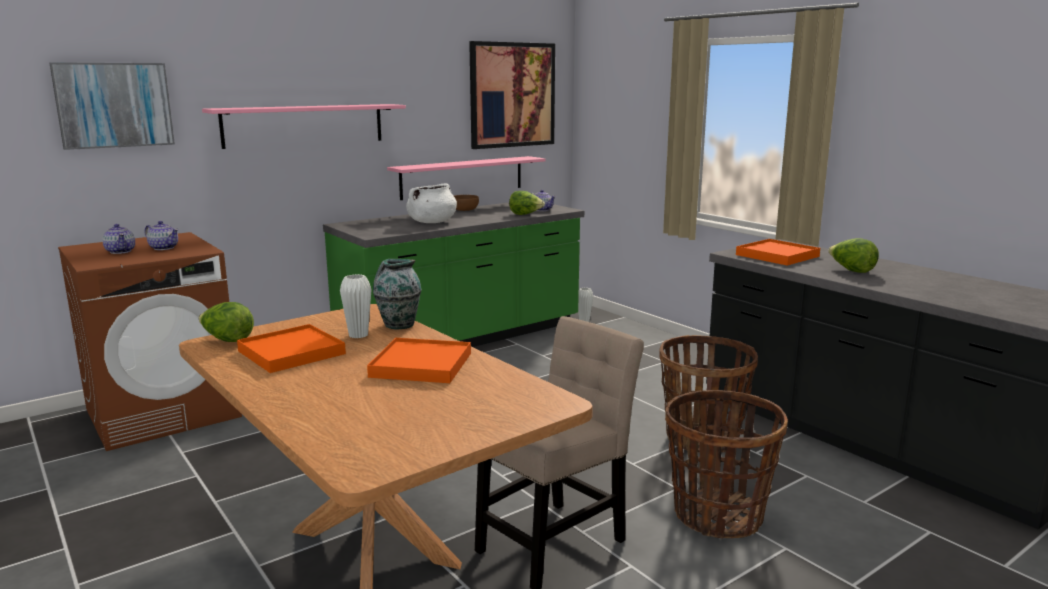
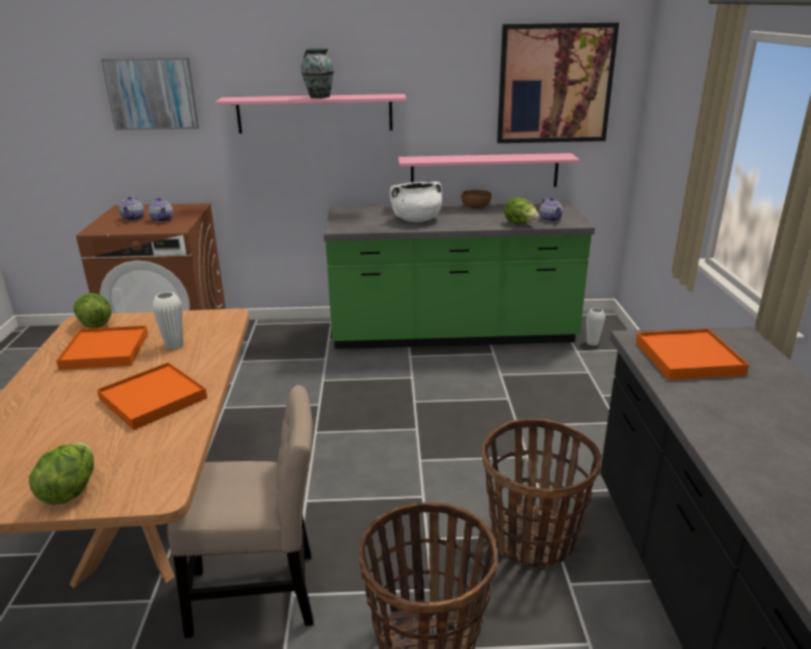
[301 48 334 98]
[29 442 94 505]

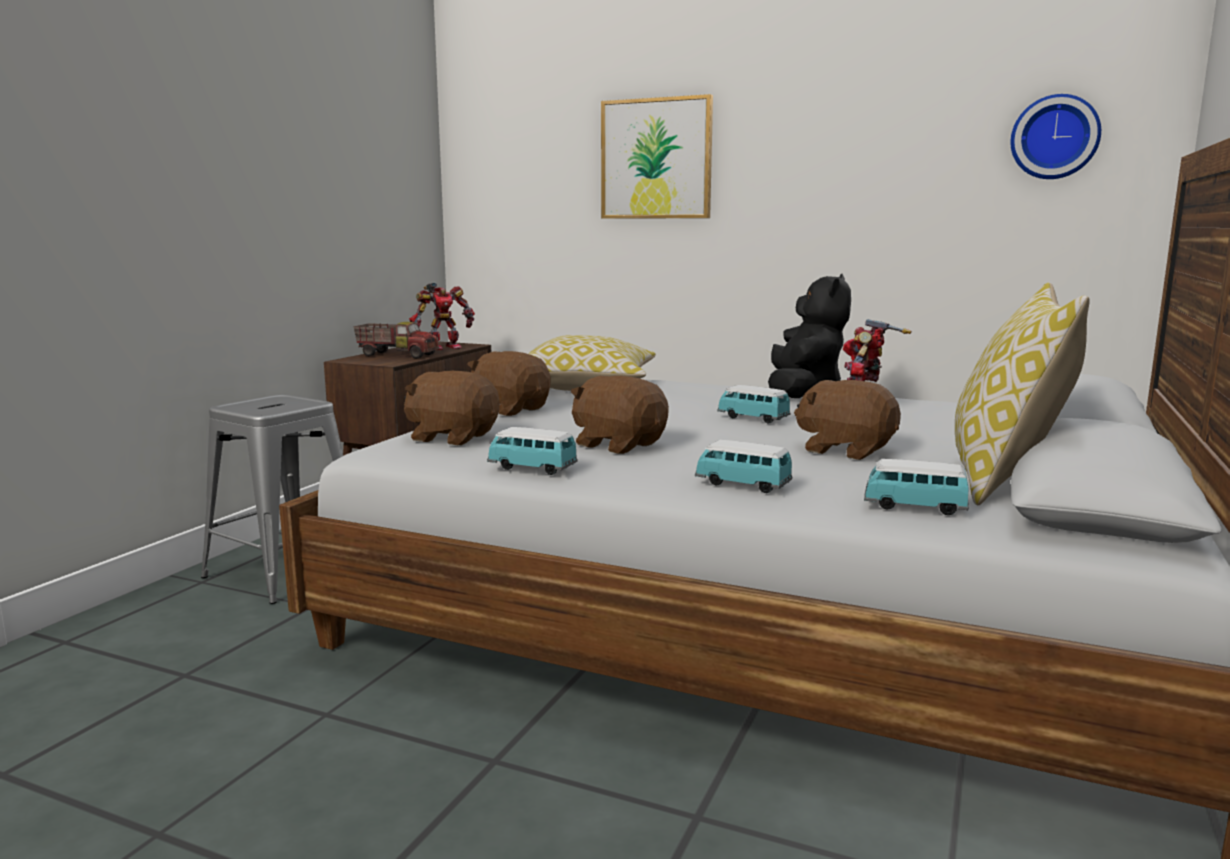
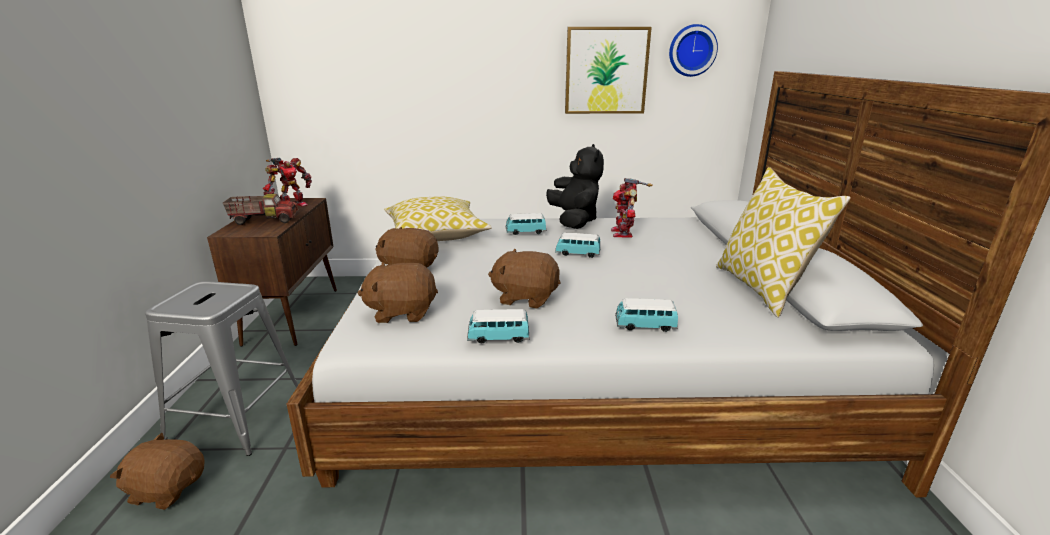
[565 27 652 114]
[110 432 205 510]
[506 213 546 235]

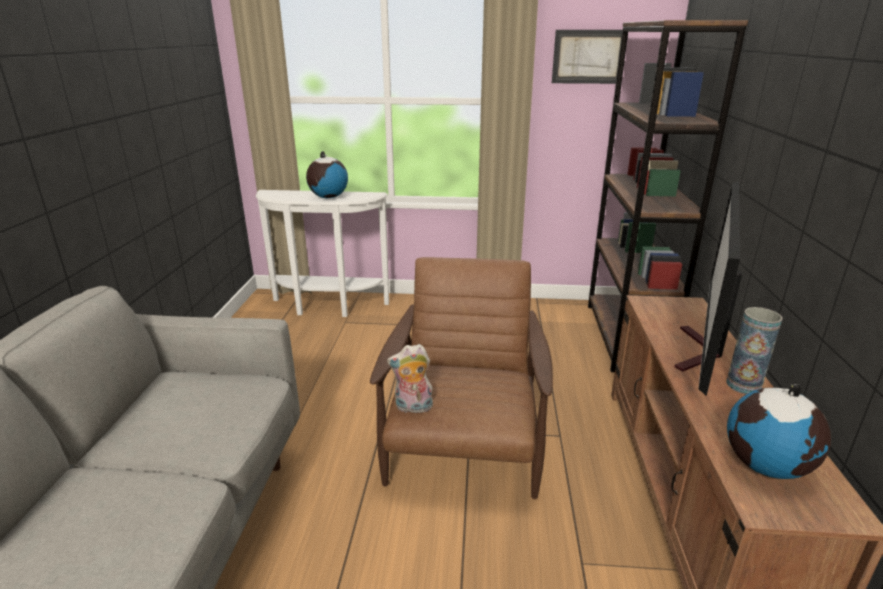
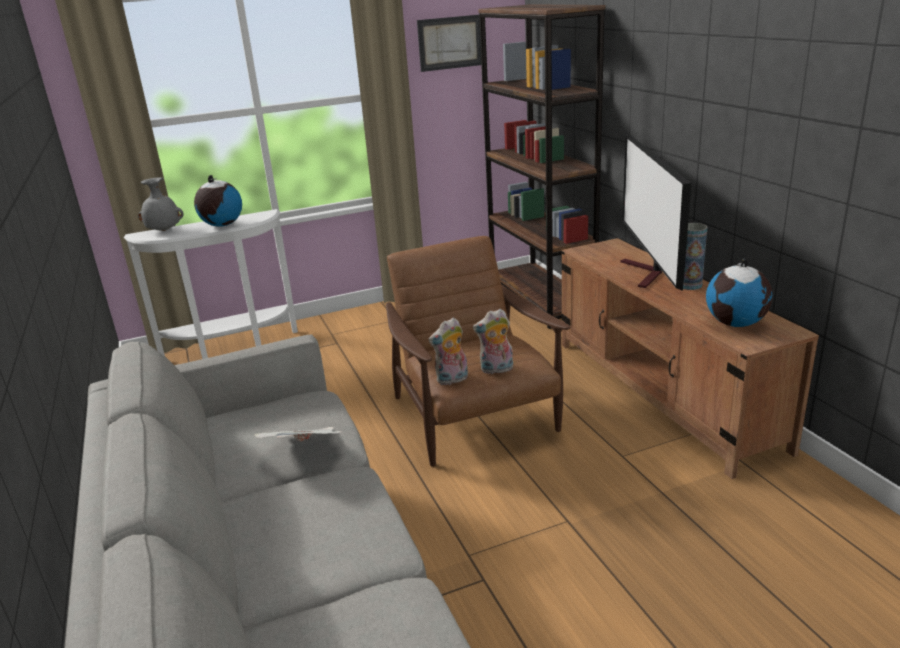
[138 178 184 231]
[254 427 341 441]
[473 309 513 374]

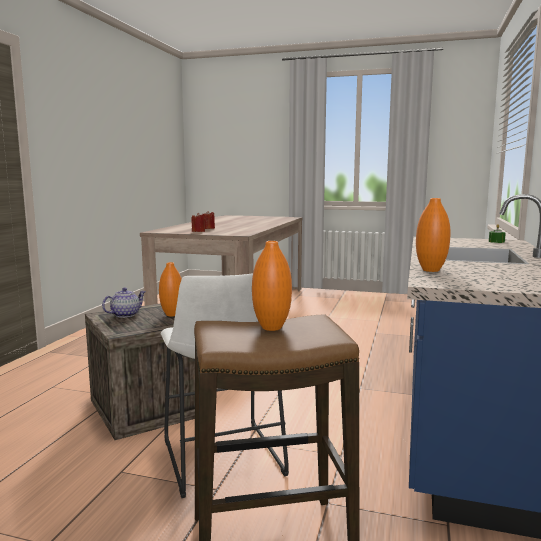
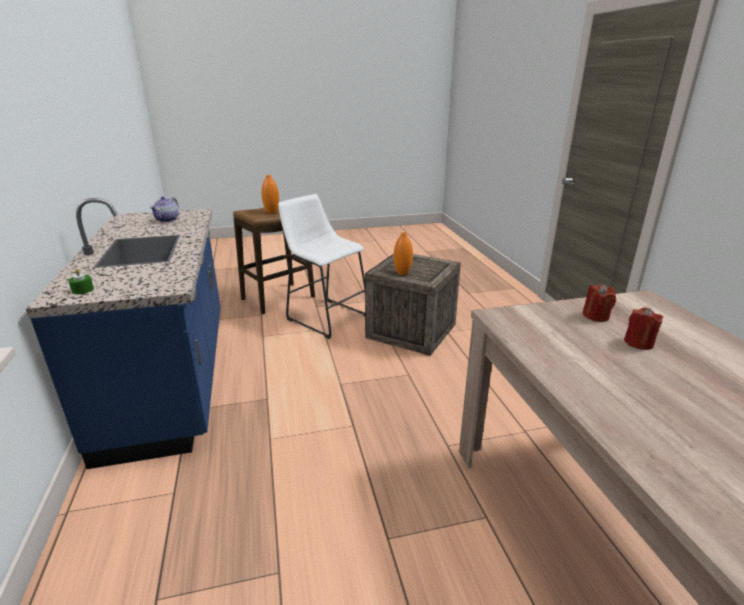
[416 198 450 272] (first image)
[150 196 179 222]

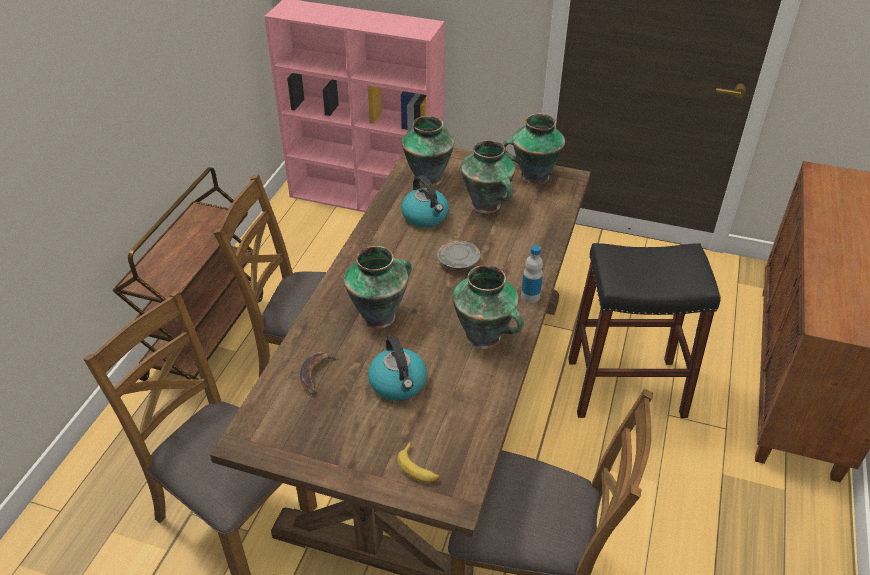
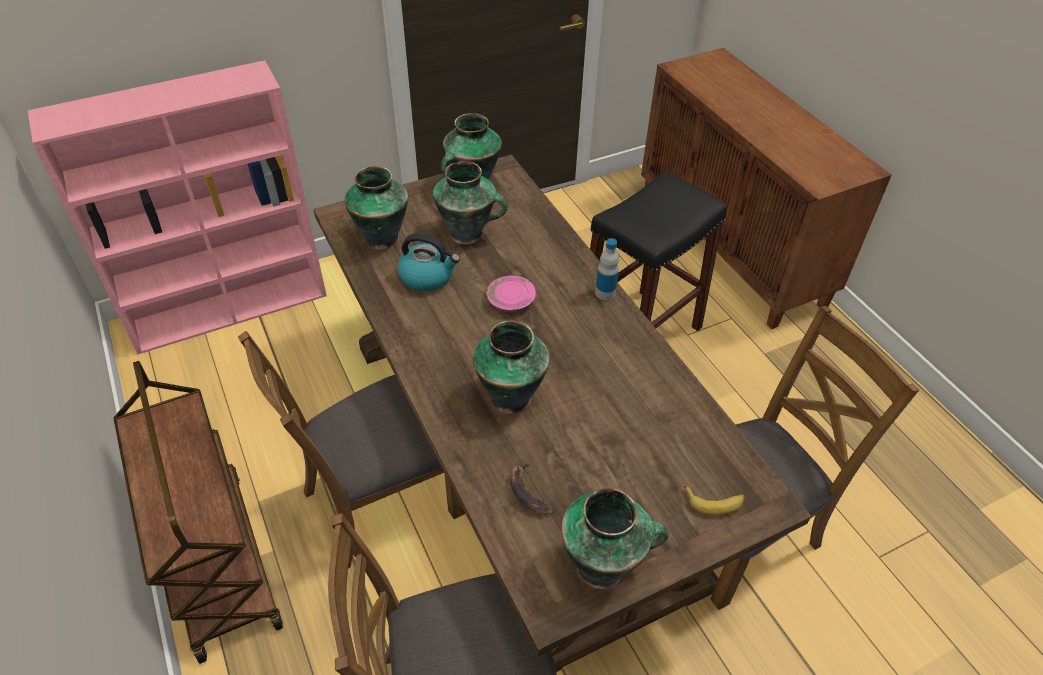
[368 336 427 401] (first image)
[561 488 669 589]
[486 276 536 312]

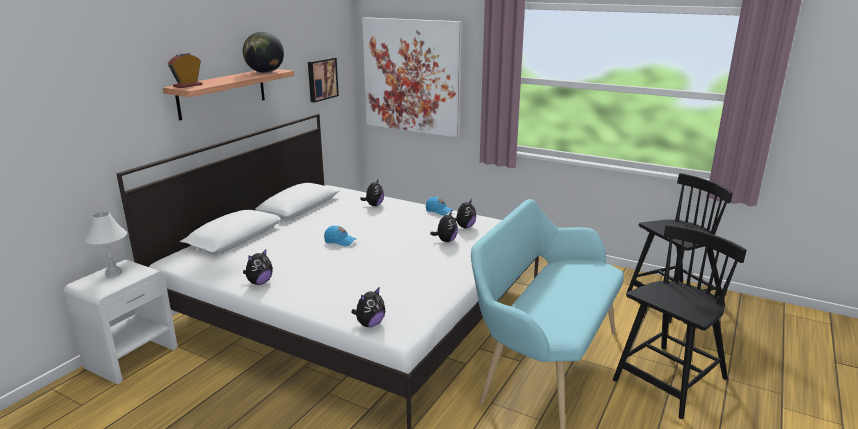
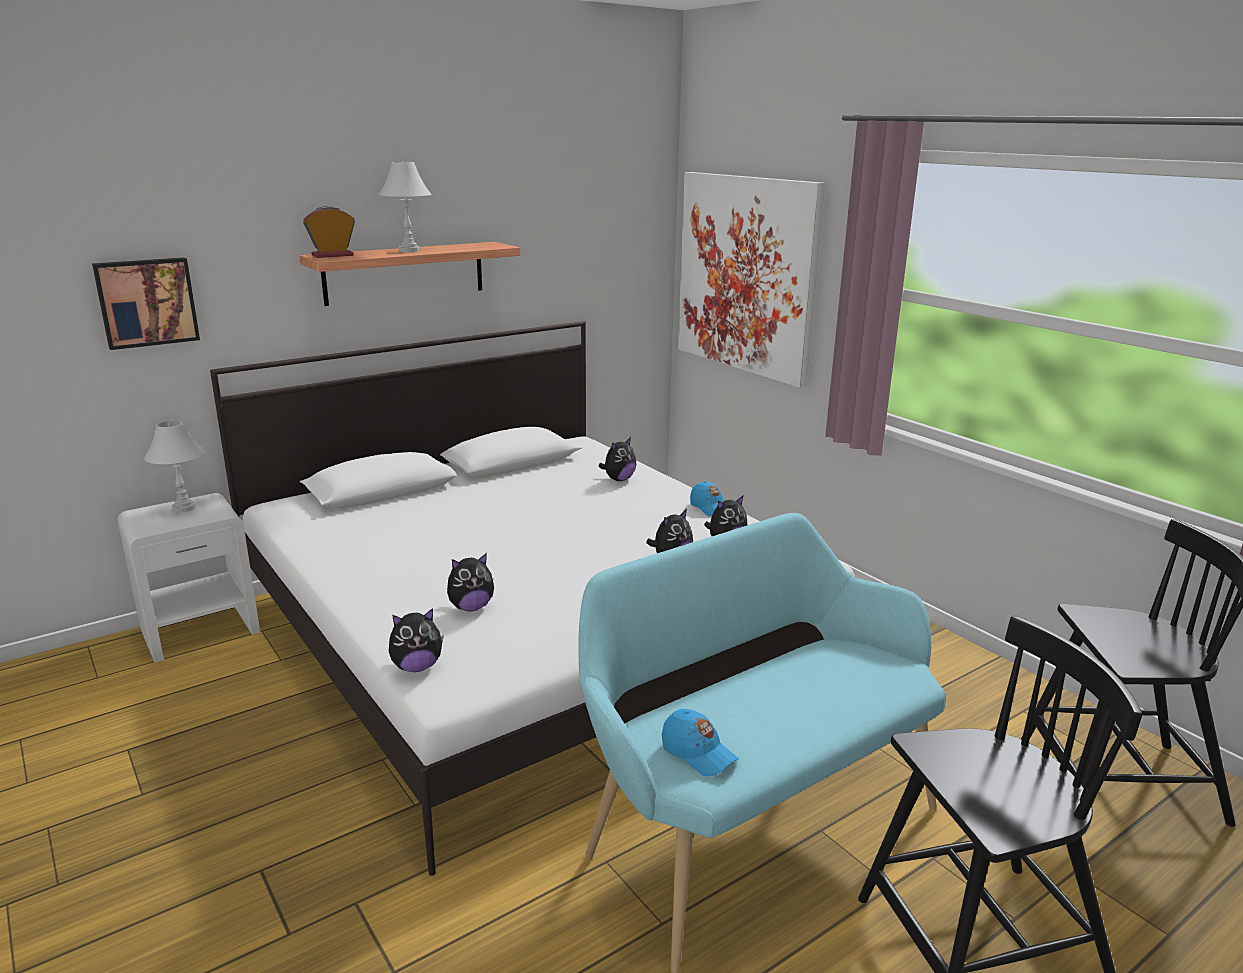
[243 32 284 73] (first image)
[379 161 432 252]
[447 553 494 611]
[92 257 200 350]
[662 709 739 776]

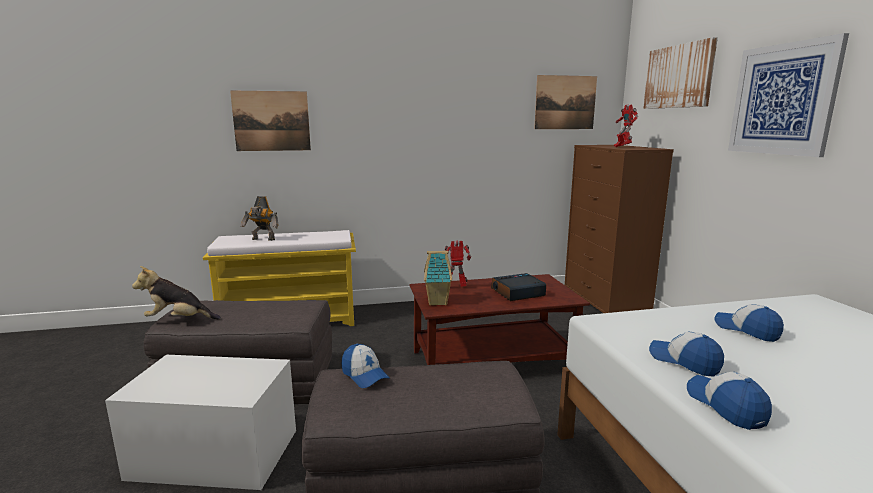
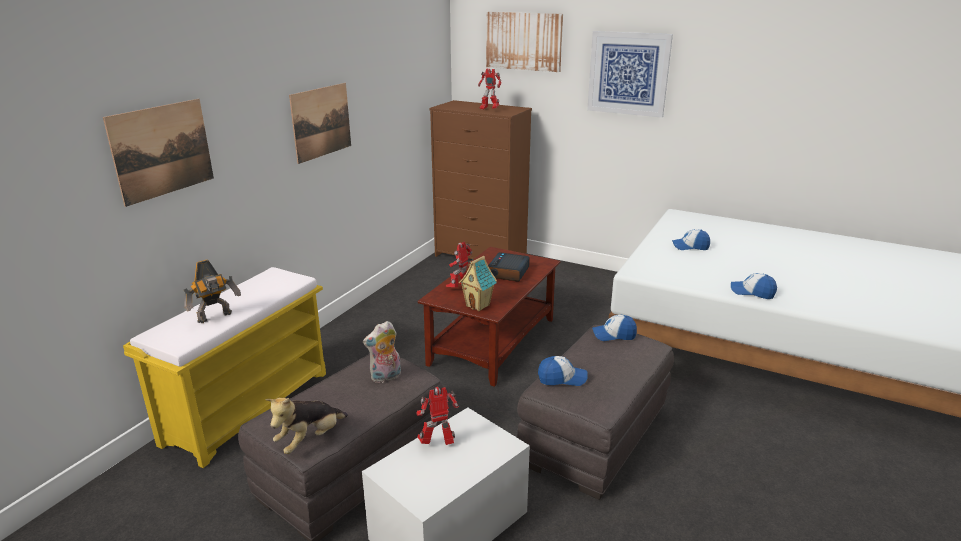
[363 321 401 383]
[416 387 459 445]
[289 83 351 164]
[592 315 637 341]

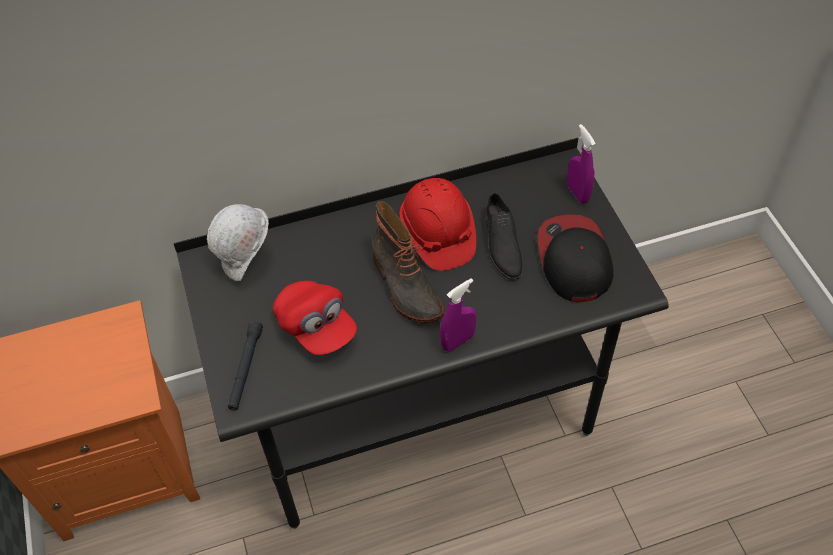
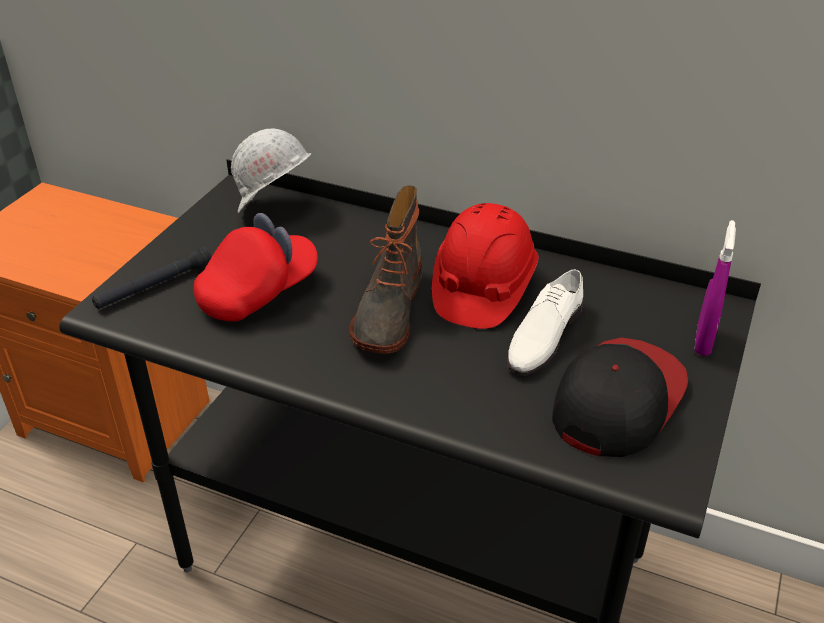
[440 278 476 352] (first image)
[507 269 583 375]
[194 213 318 322]

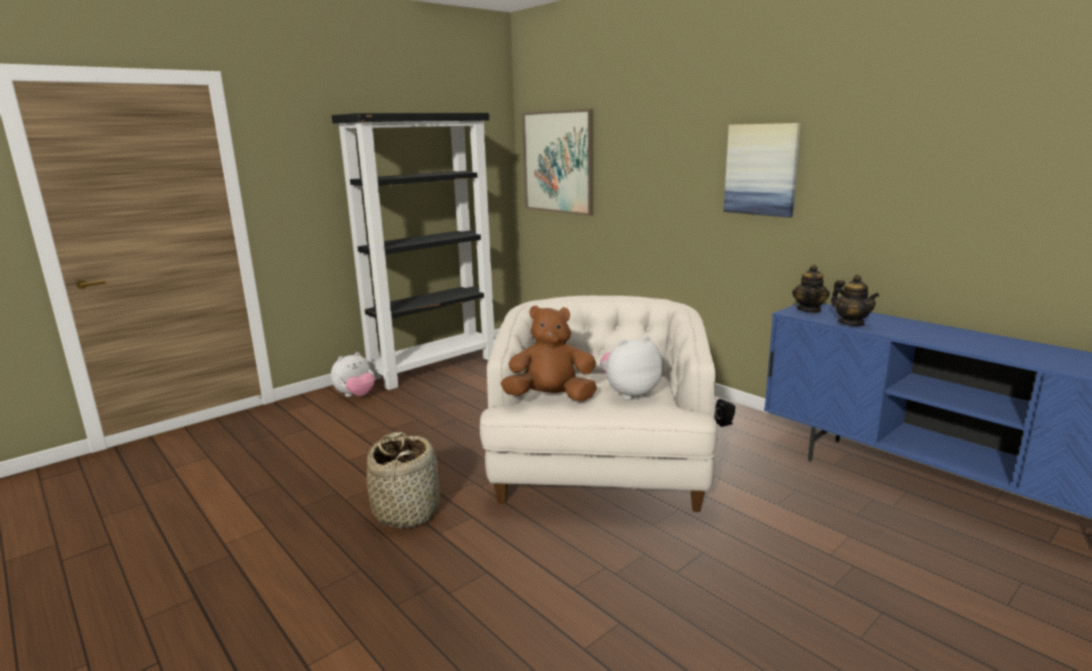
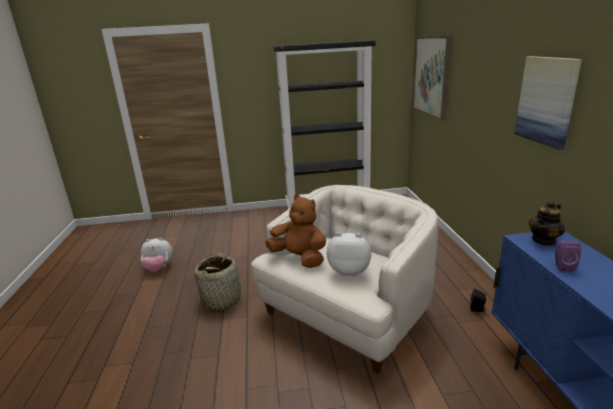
[141 238 173 272]
[555 241 581 272]

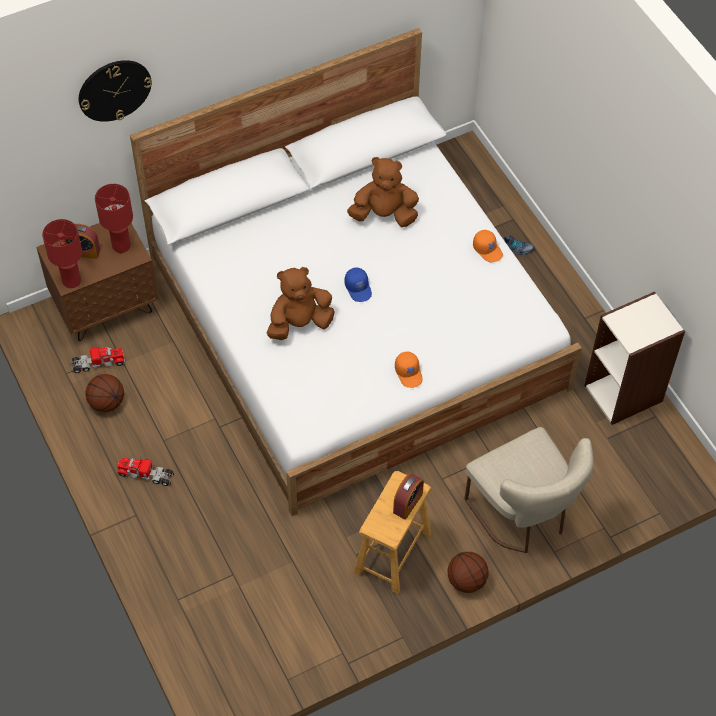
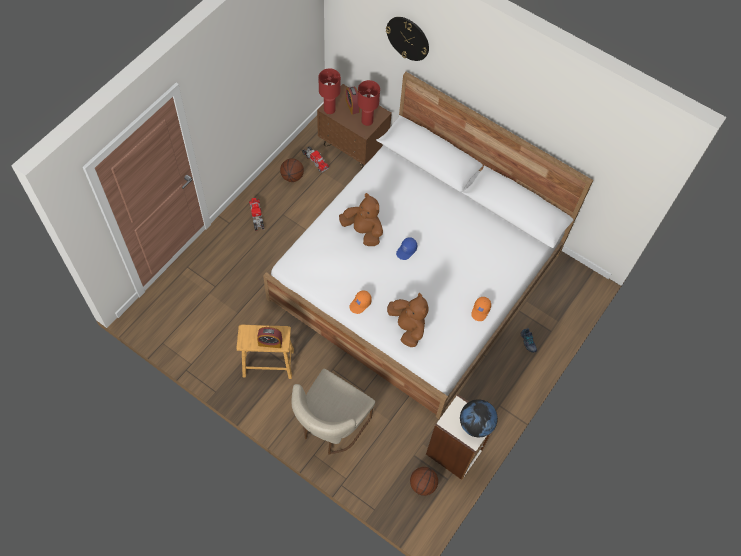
[460 399 498 437]
[387 293 428 347]
[410 467 438 496]

